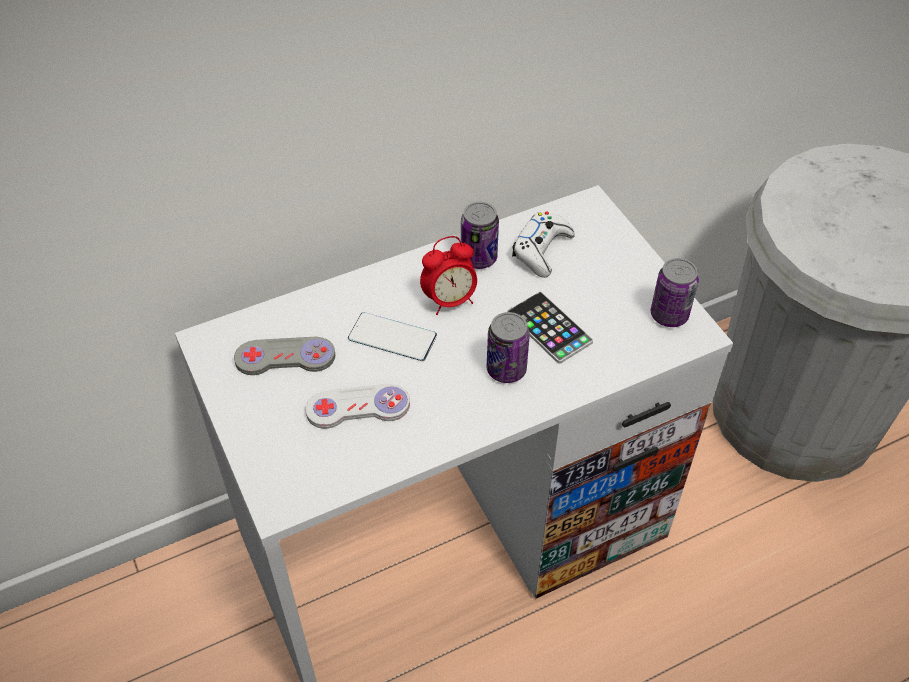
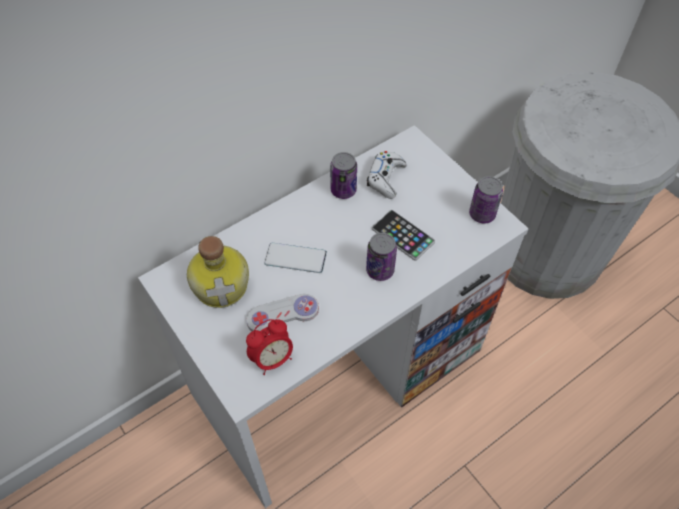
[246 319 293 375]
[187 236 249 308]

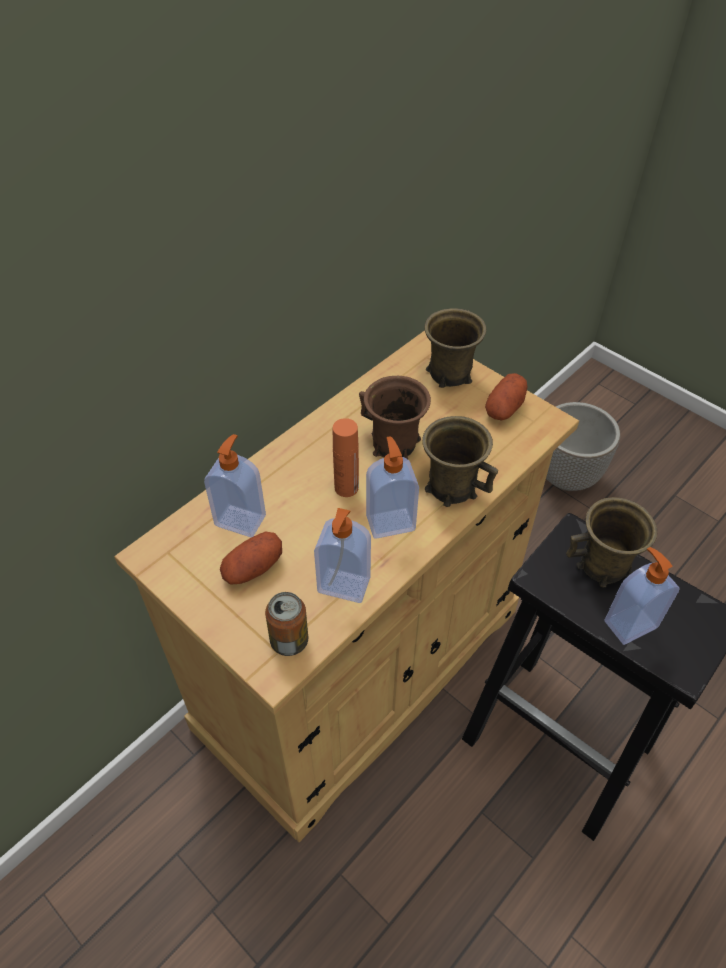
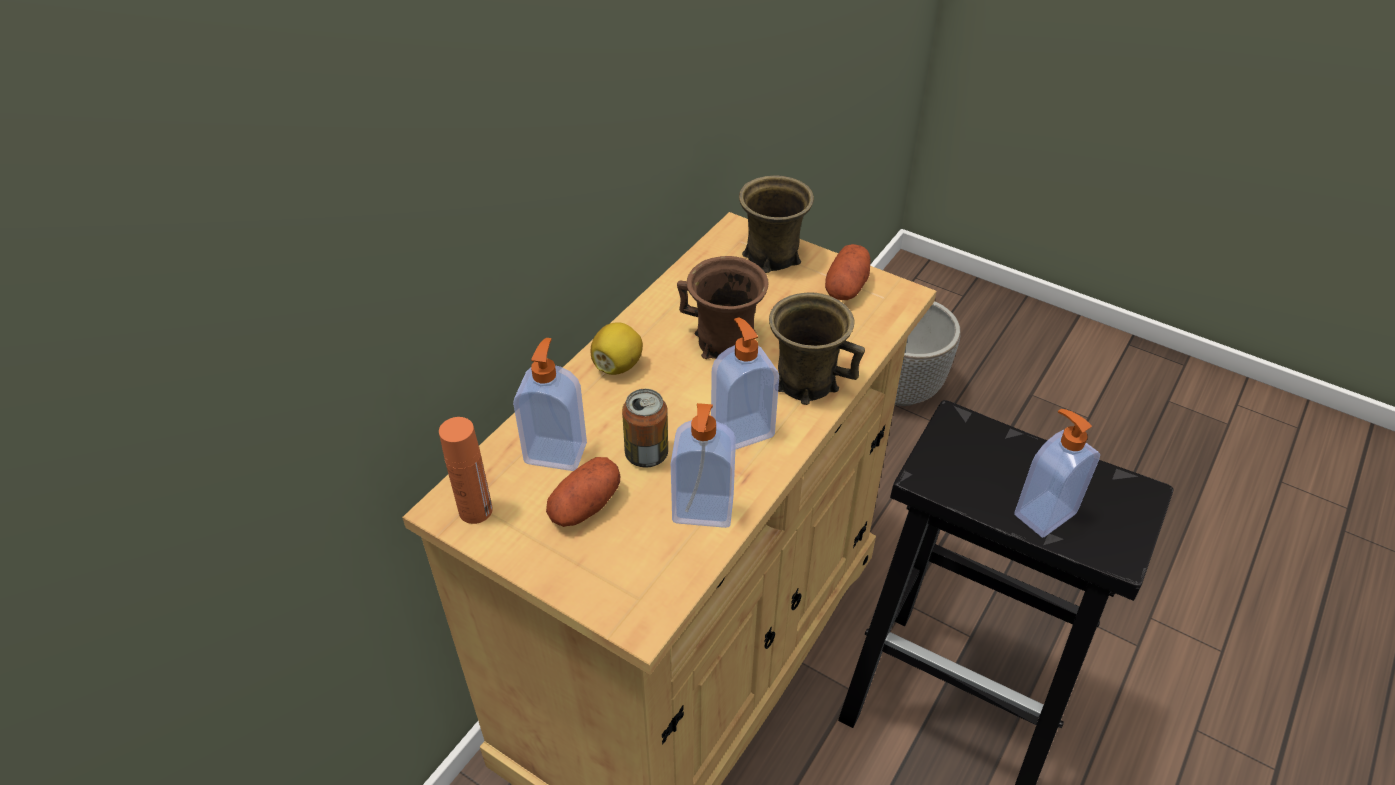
[566 497 657 587] (first image)
[591 322 643 375]
[622 389 668 467]
[439 417 493 524]

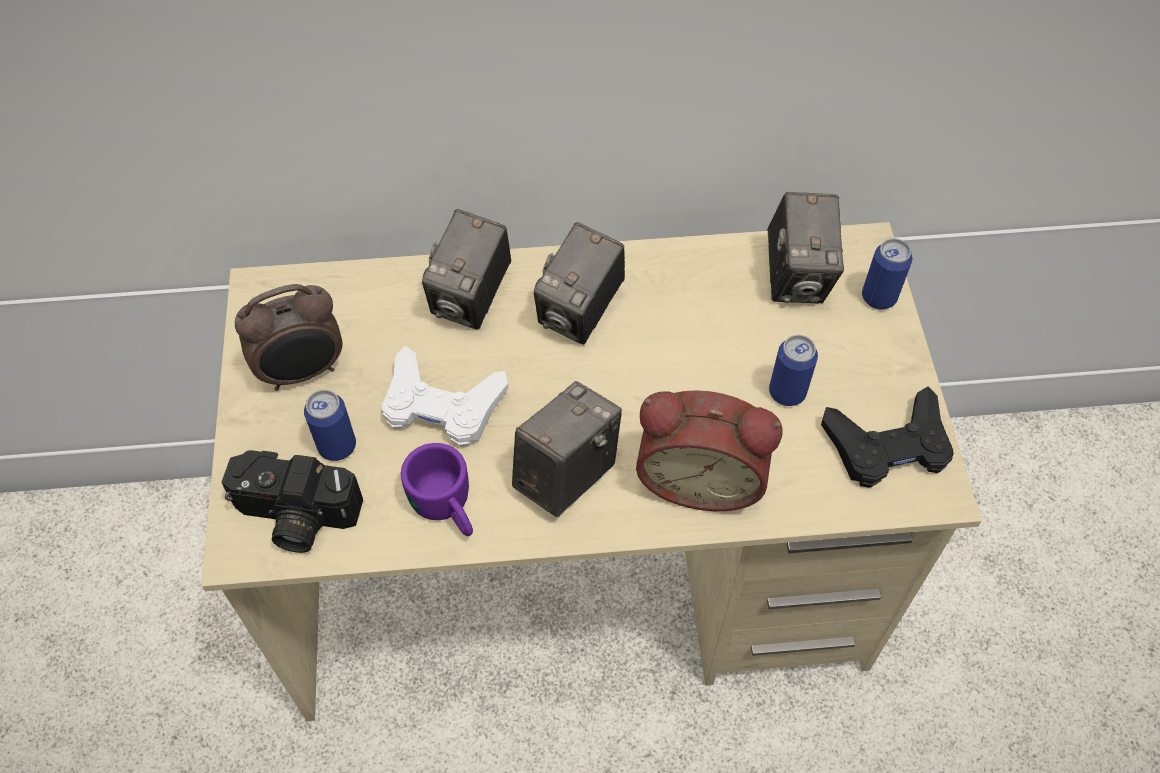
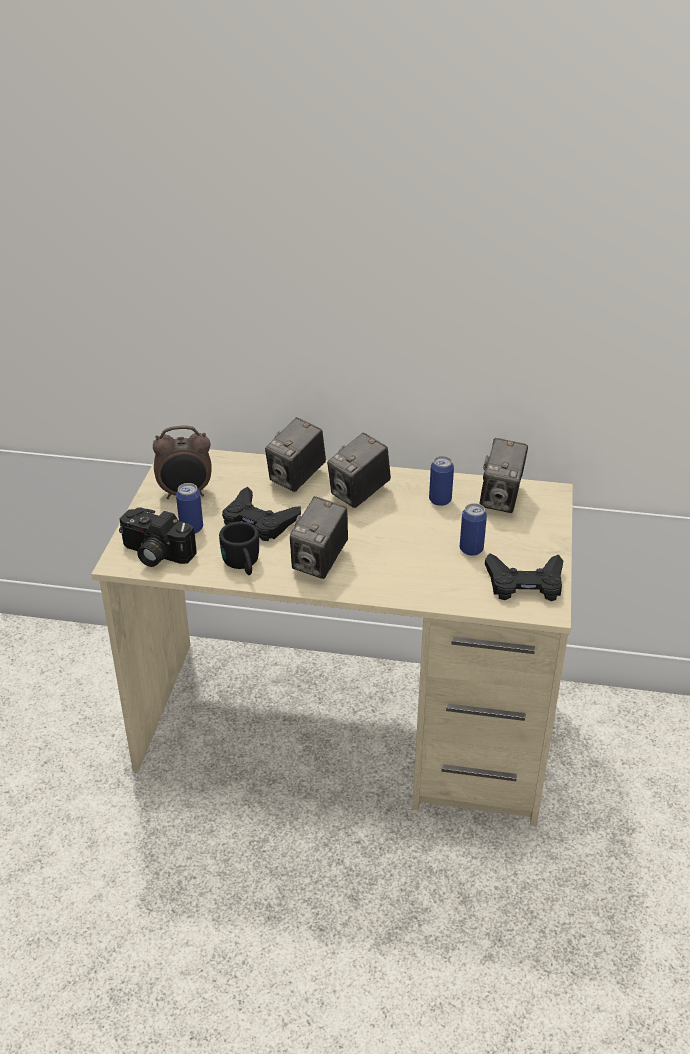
[636 390 783 511] (first image)
[429 456 454 506]
[222 487 301 541]
[219 521 259 575]
[290 496 348 579]

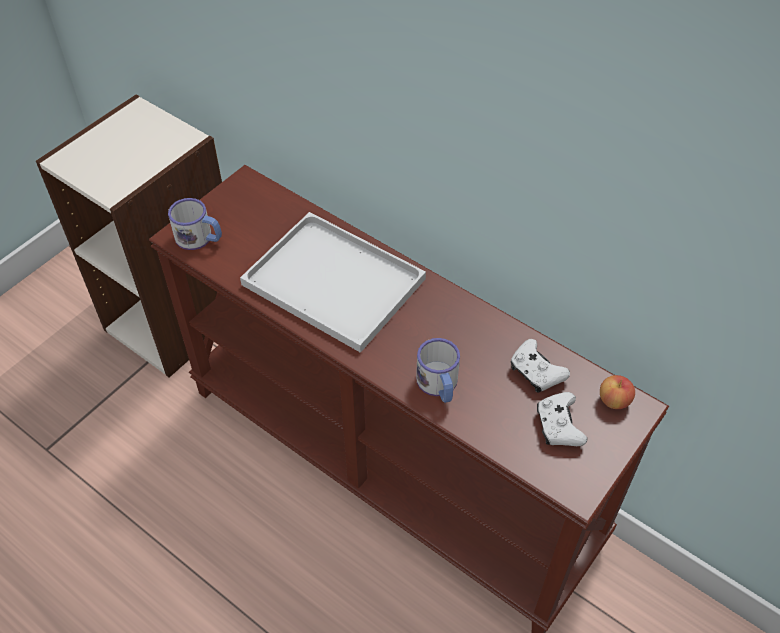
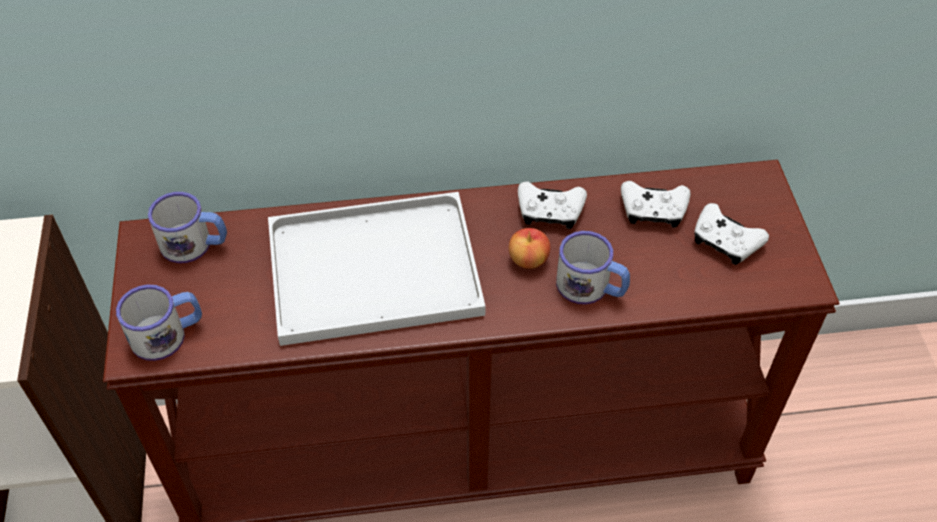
[148 192 227 263]
[518 181 587 229]
[509 228 551 269]

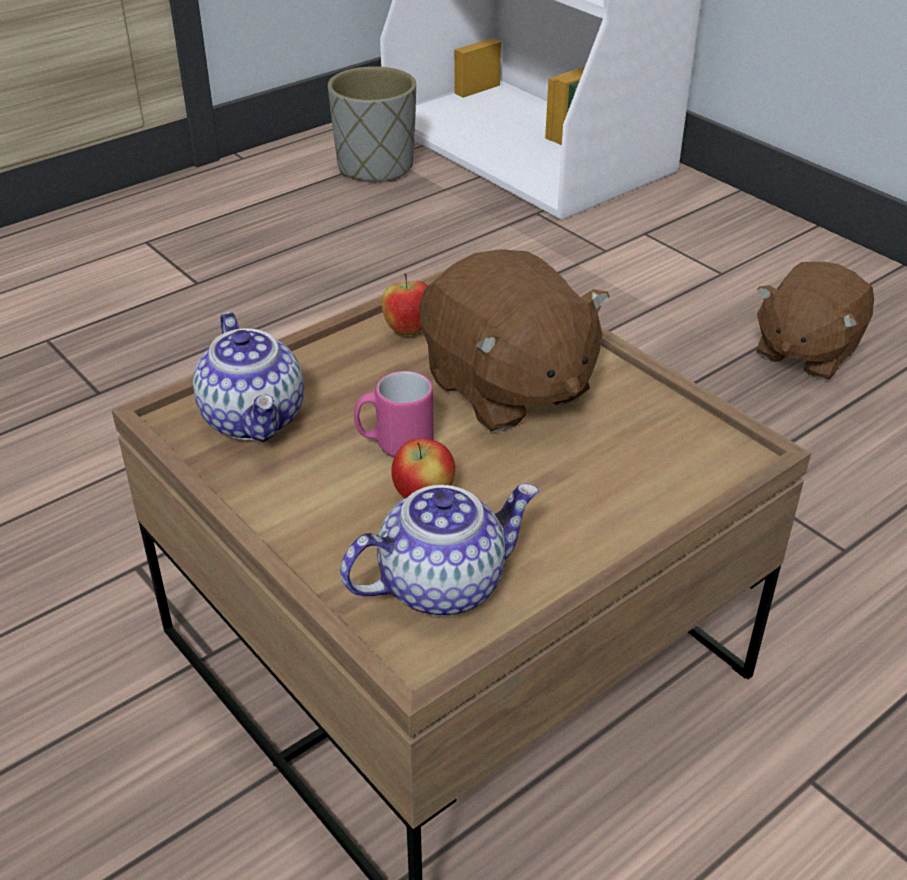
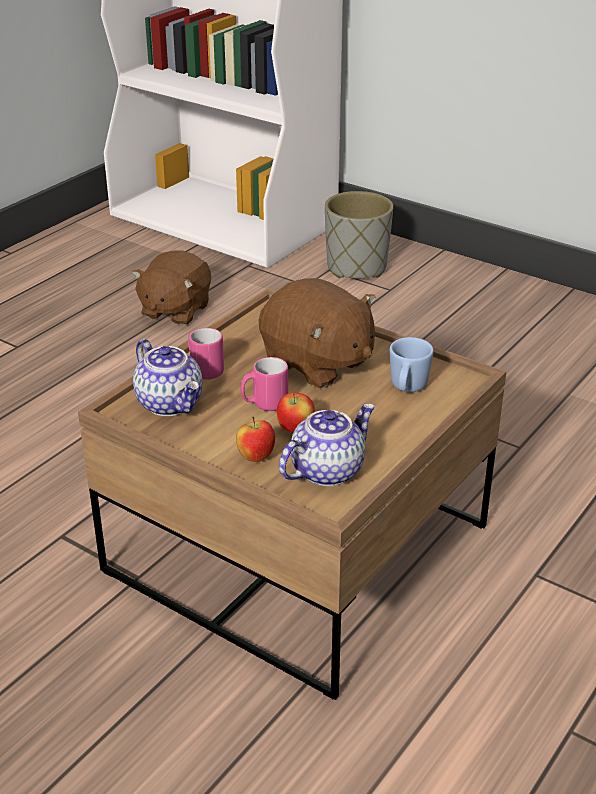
[188 328 224 380]
[389 337 434 392]
[325 191 393 278]
[236 417 275 462]
[132 251 211 326]

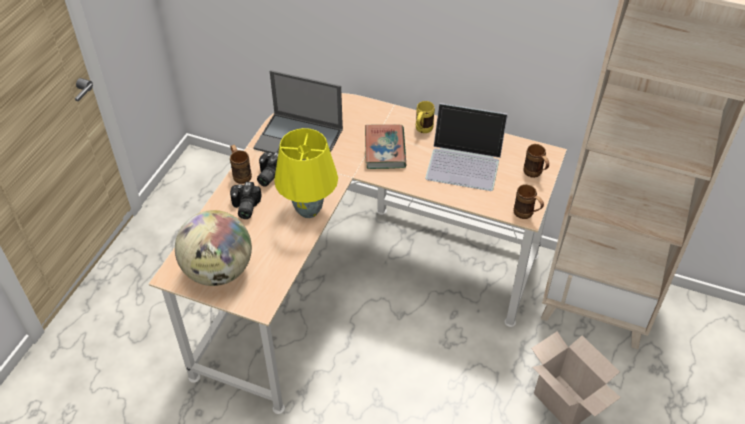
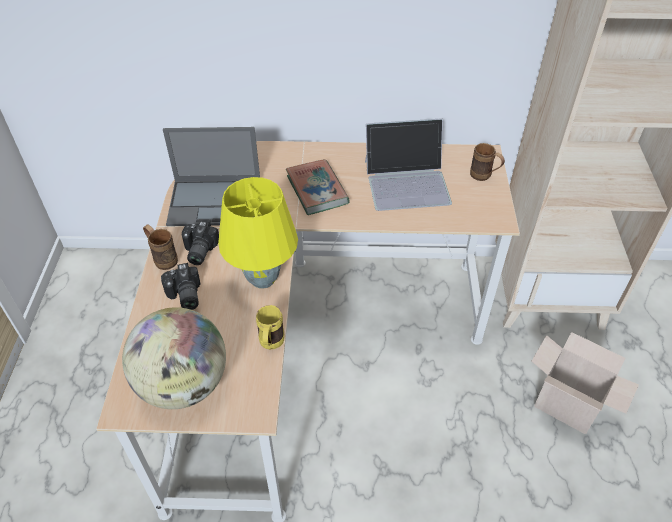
[514 184 544 219] (first image)
[256 305 284 350]

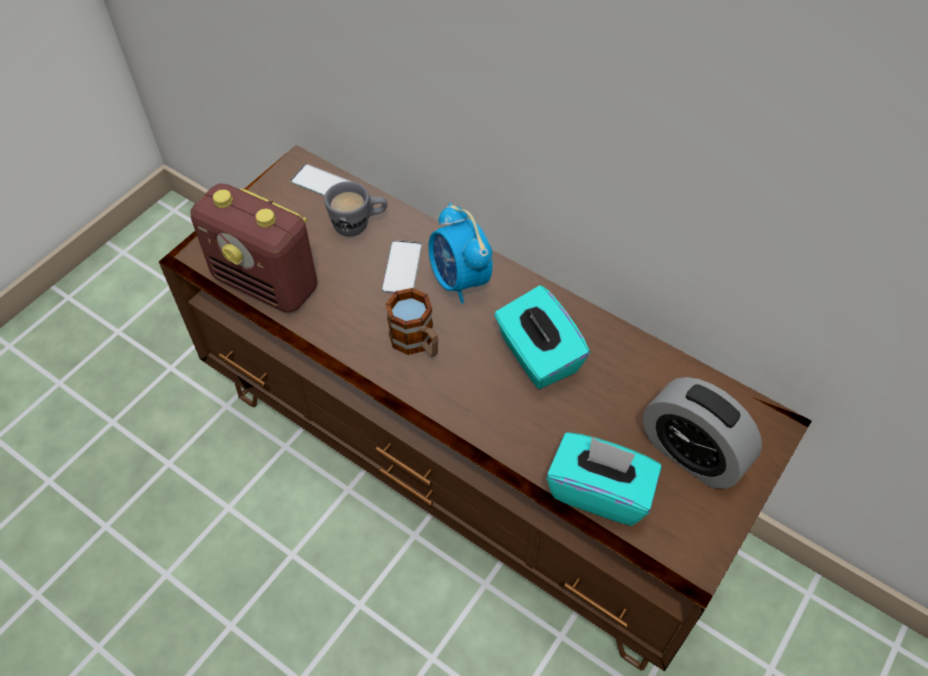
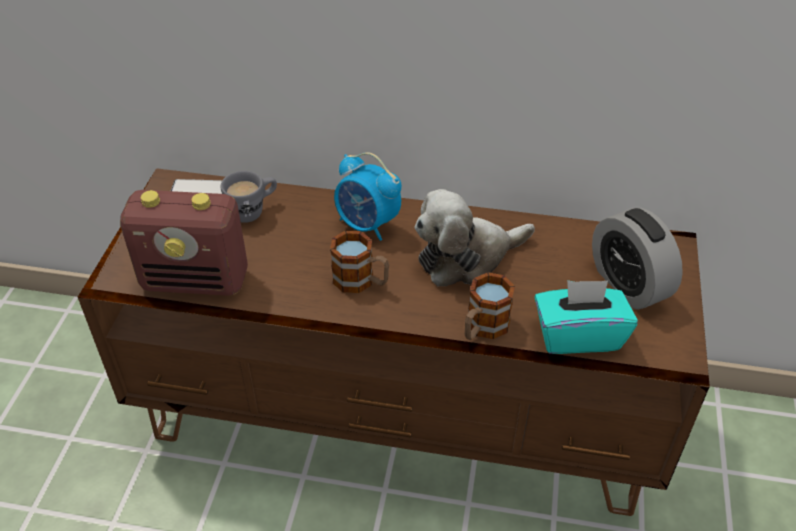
[382 240 422 293] (first image)
[465 272 515 340]
[414 189 535 286]
[592 208 683 310]

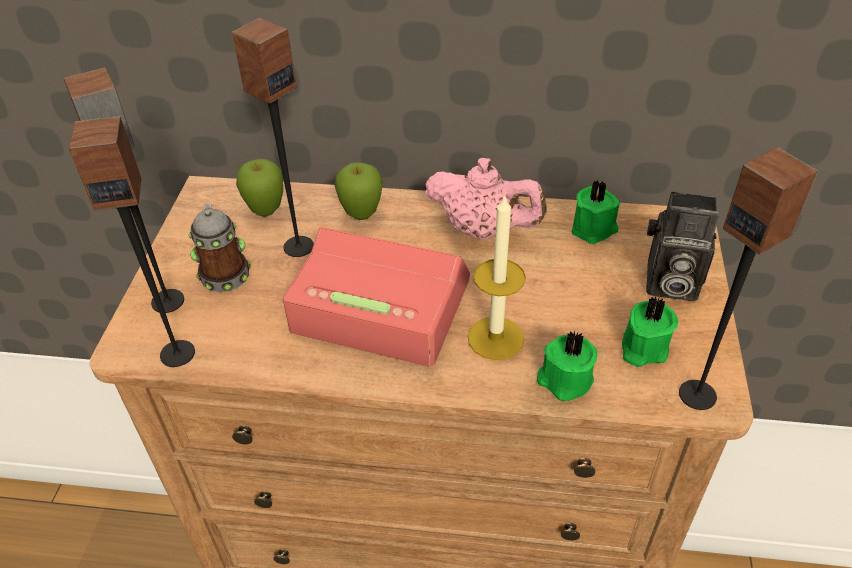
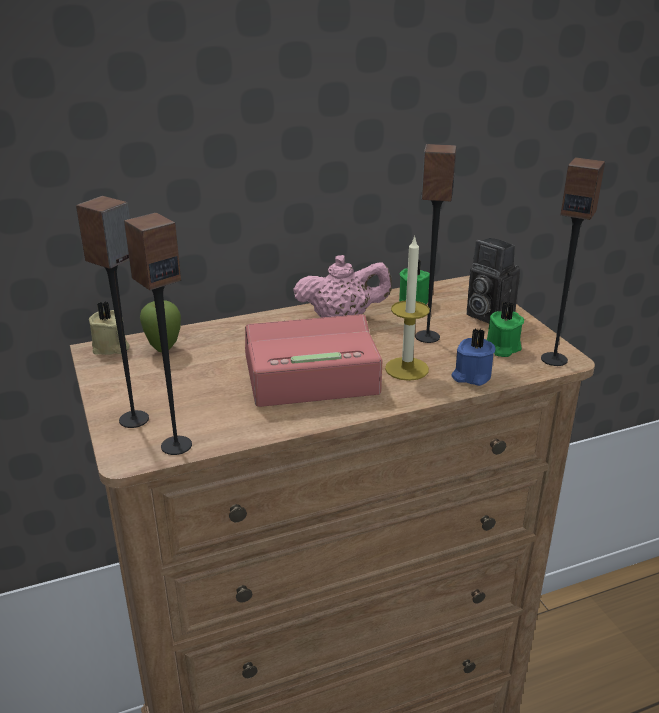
[189 204 251 292] (first image)
[334 162 383 220] (first image)
[89 301 130 355]
[415 144 456 343]
[451 329 496 386]
[467 238 520 323]

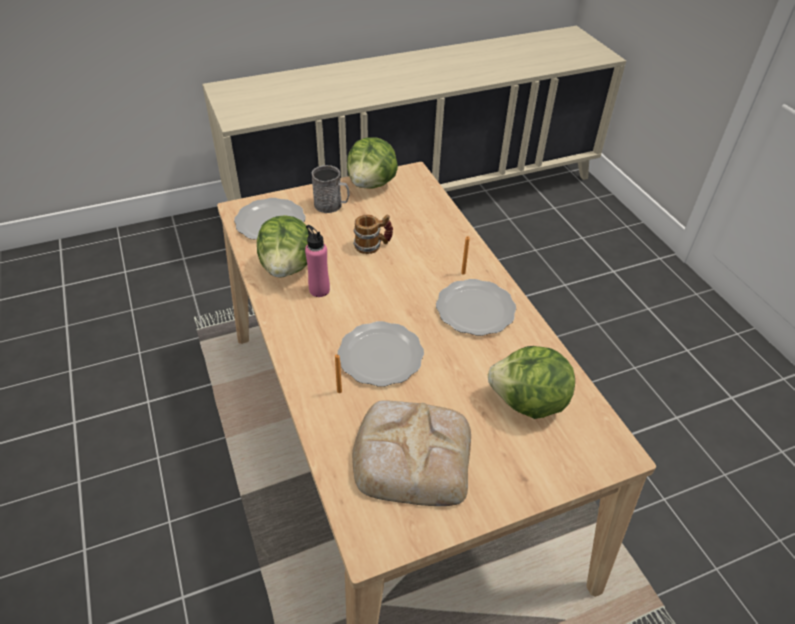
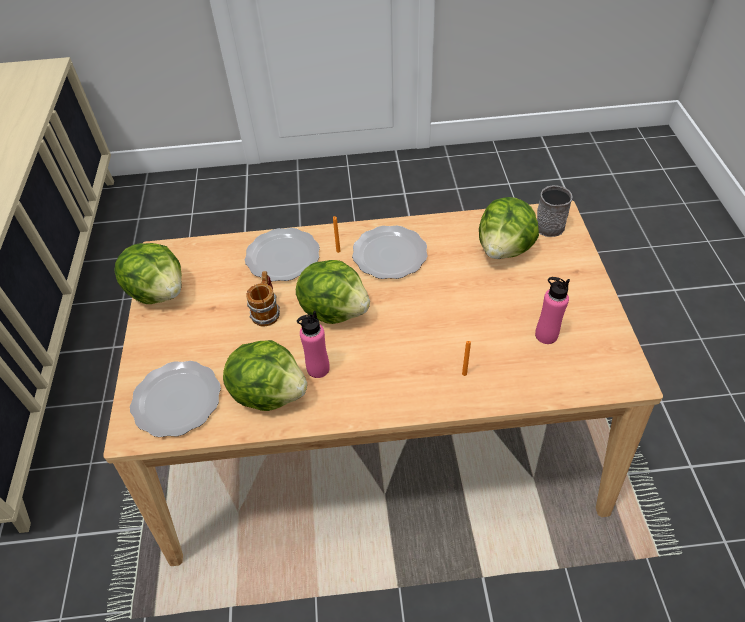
[296 260 370 324]
[537 185 572 237]
[245 228 320 282]
[535 277 570 344]

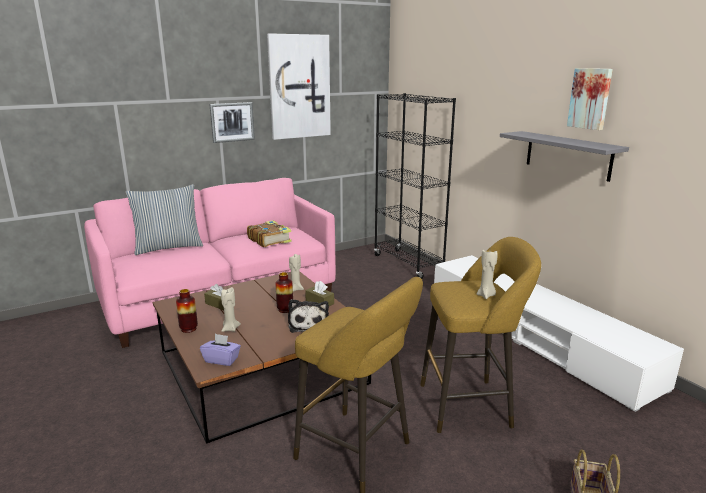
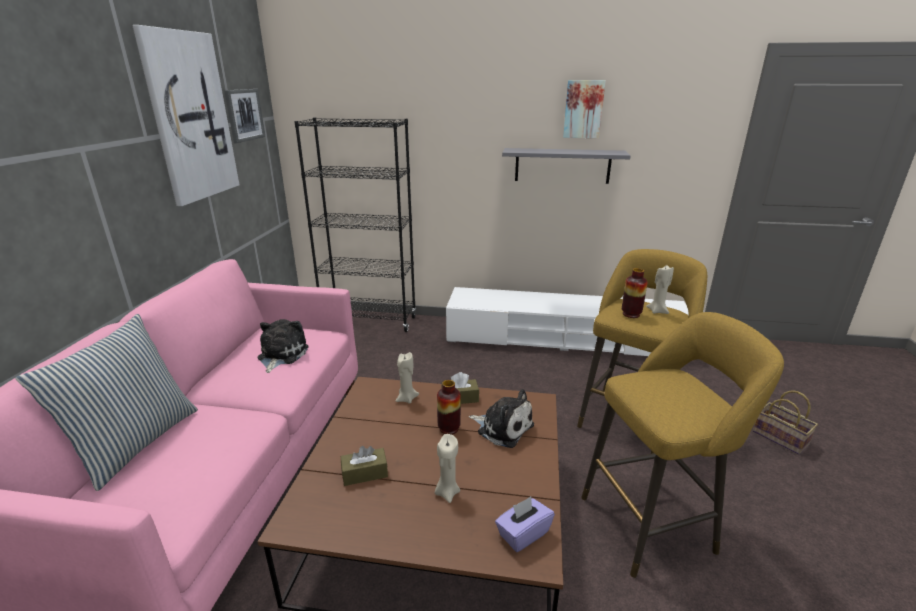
[622 268 648 318]
[224 89 265 143]
[258 319 309 373]

